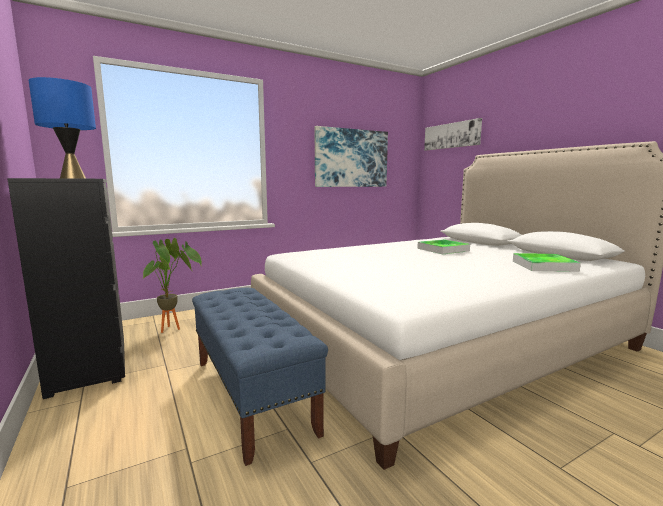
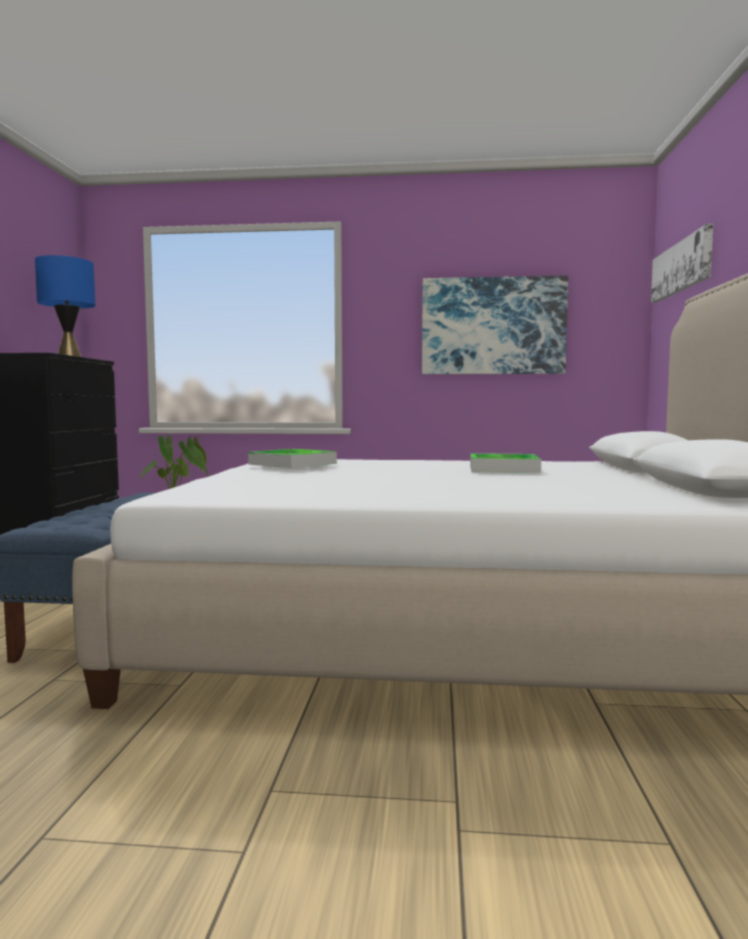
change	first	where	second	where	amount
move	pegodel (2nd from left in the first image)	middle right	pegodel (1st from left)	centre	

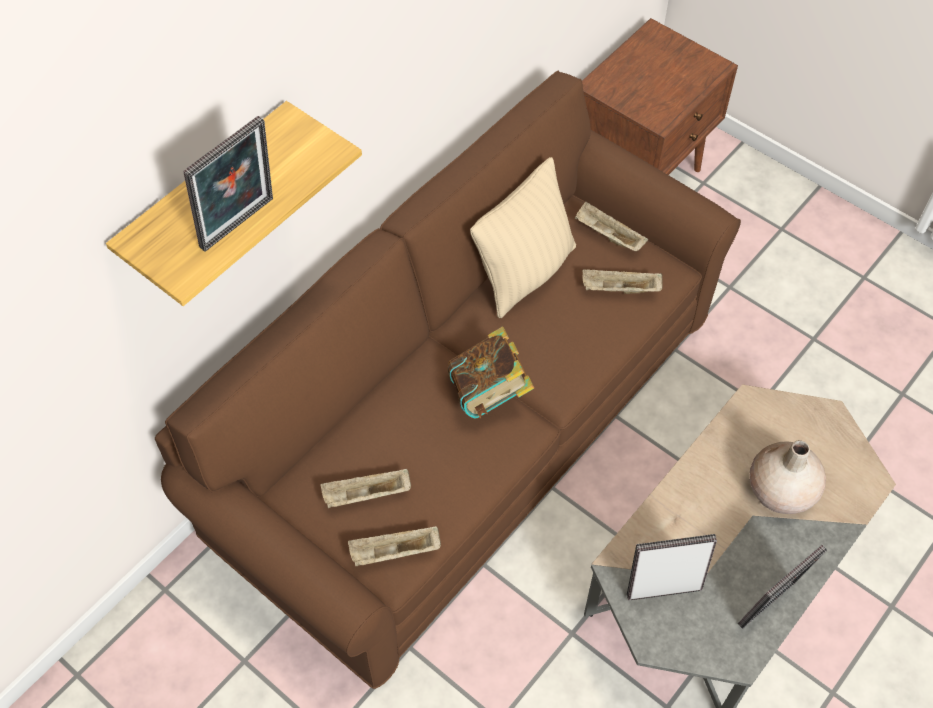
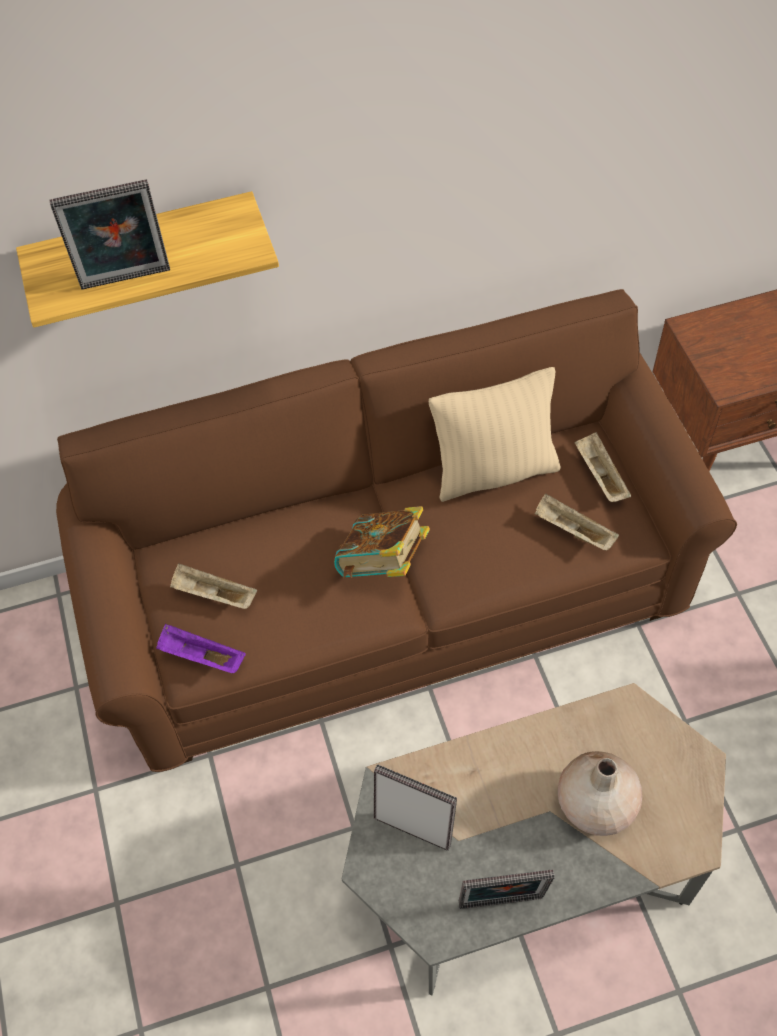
change	first	where	second	where	amount
recolor	beige_pegodel (2nd from left)	bottom centre	purple_pegodel	middle left	

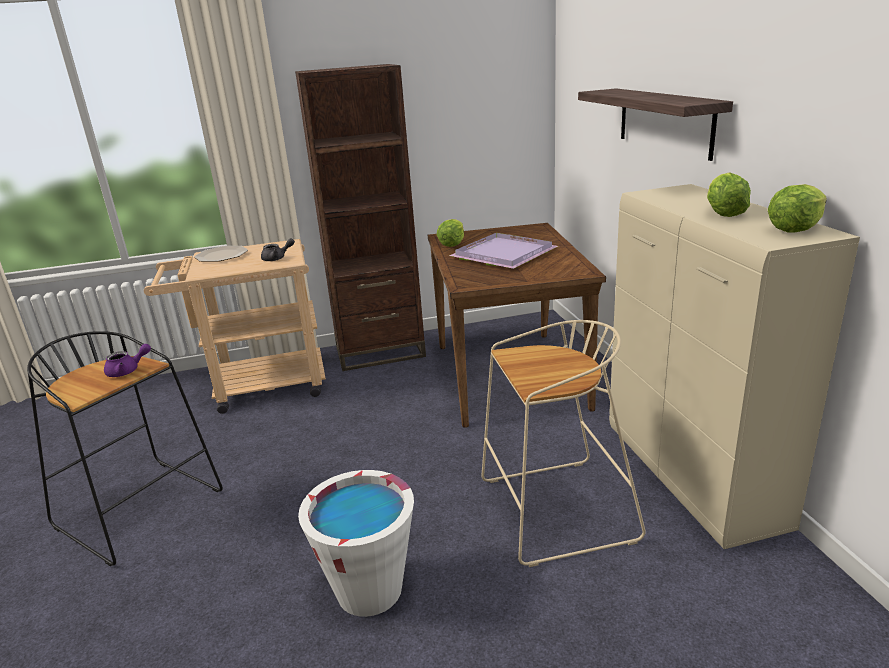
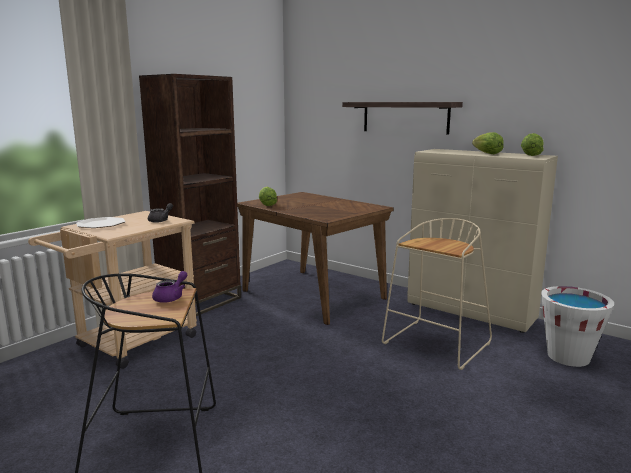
change	first	where	second	where	amount
move	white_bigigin	bottom centre		bottom right	
delete	purple_pegodel	centre			

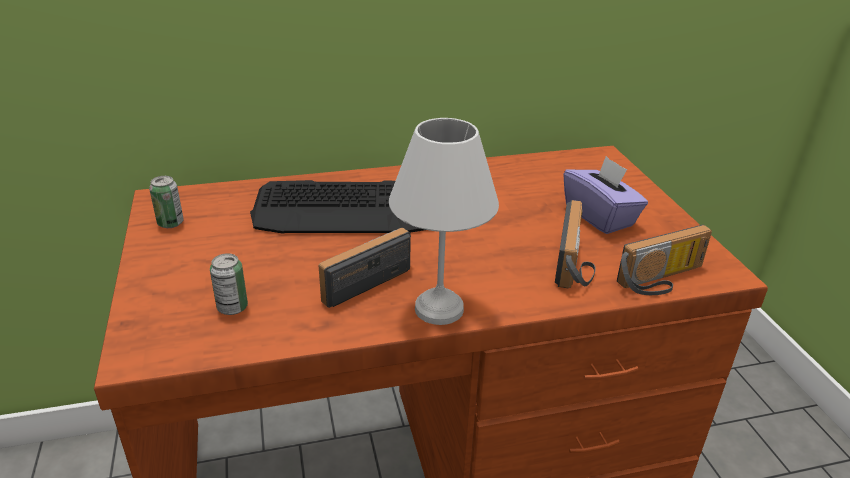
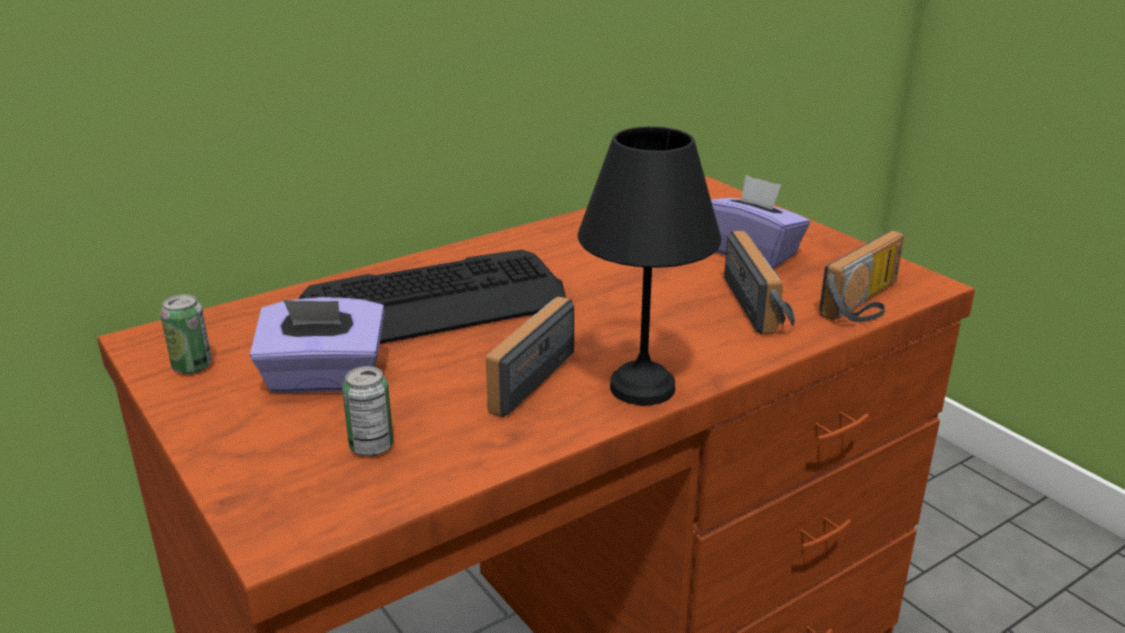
change	first	where	second	where	amount
recolor	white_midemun	centre	black_midemun	centre	
insert			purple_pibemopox (1st from left)	middle left	

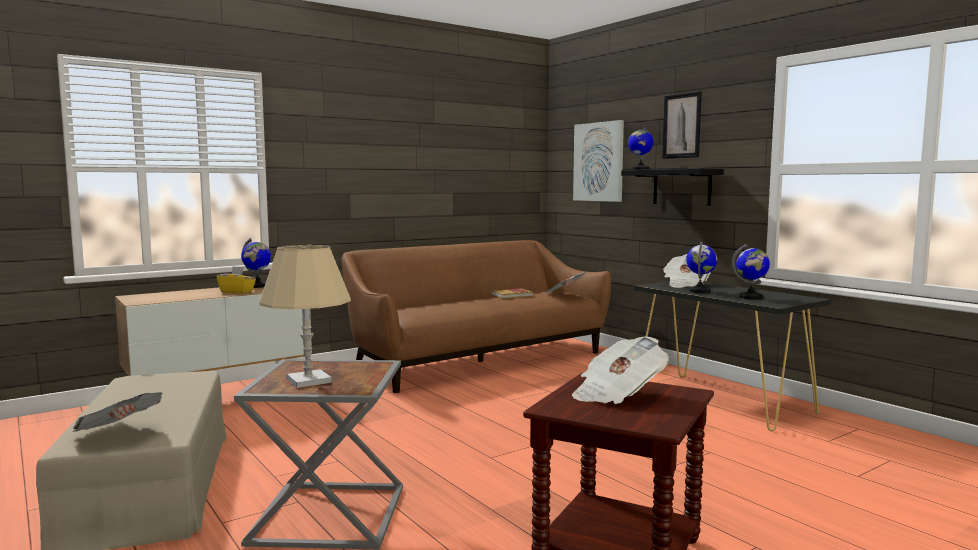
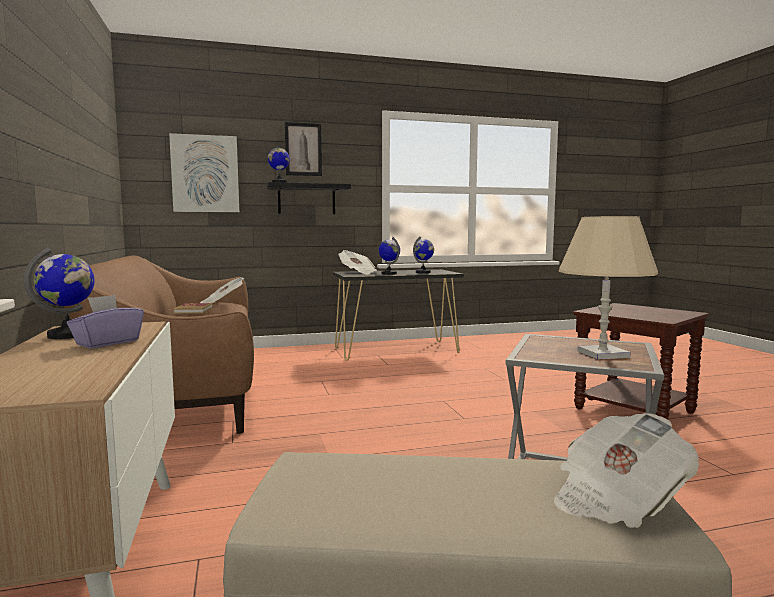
change	first	where	second	where	amount
recolor	yellow_pibemopox	middle left	purple_pibemopox	middle left	
delete	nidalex (3rd from left)	bottom centre			

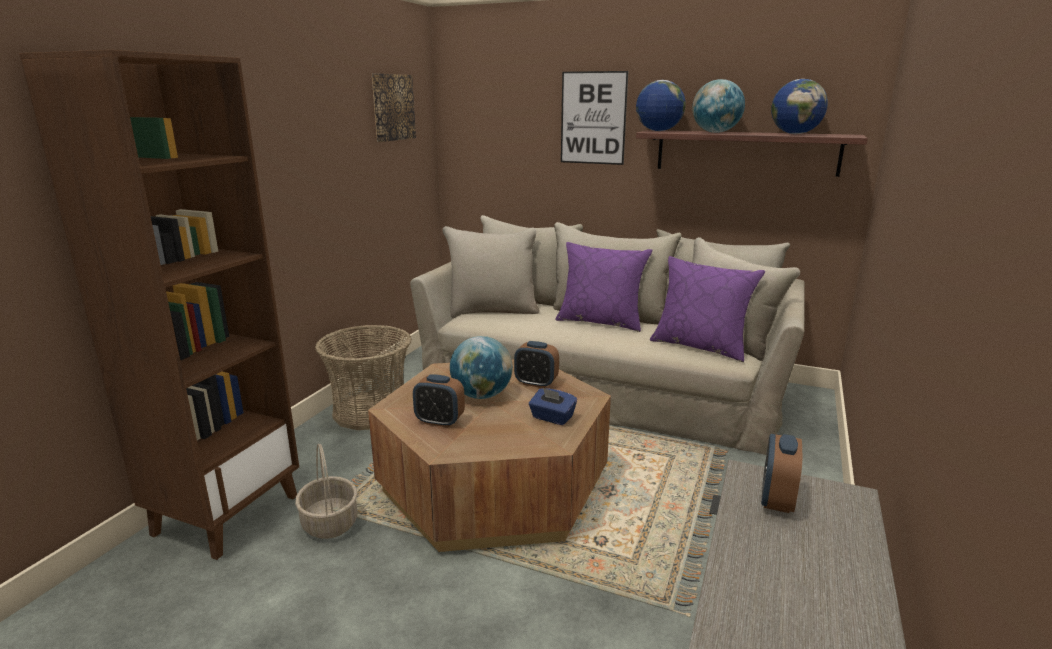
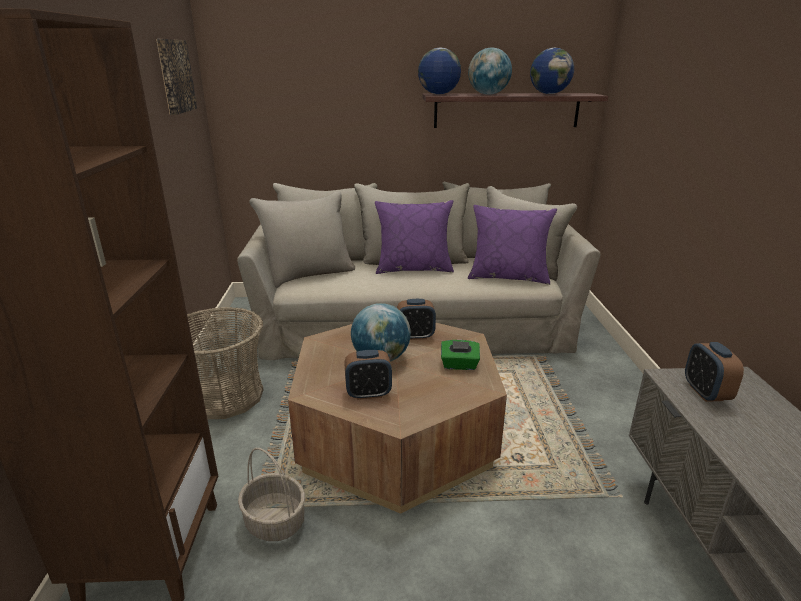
change	first	where	second	where	amount
recolor	blue_pibemopox	centre	green_pibemopox	centre	
delete	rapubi (2nd from left)	top centre			

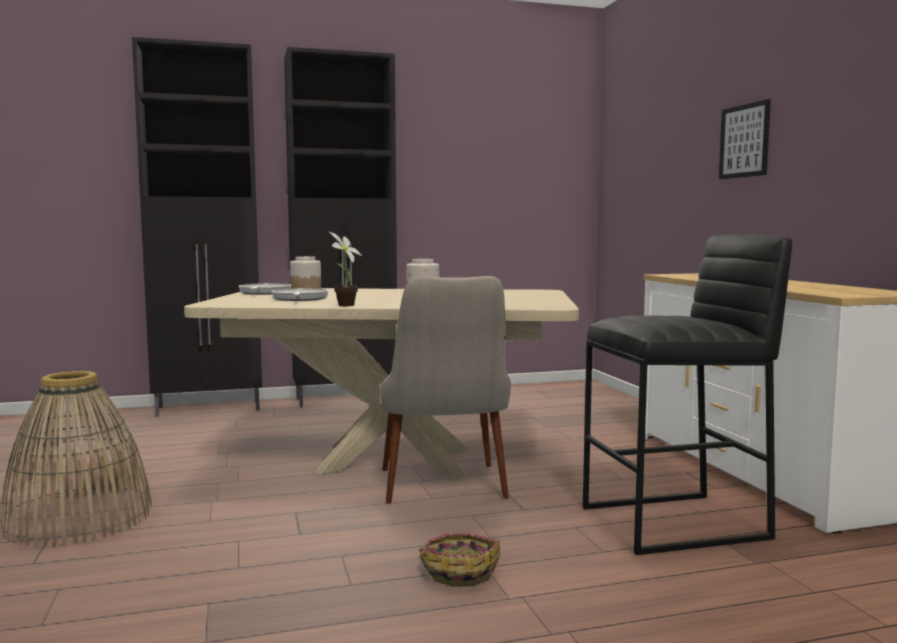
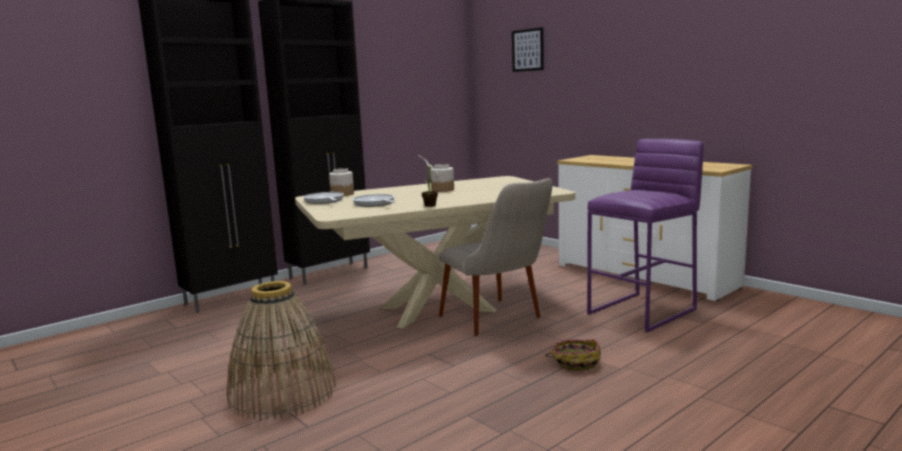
change	first	where	second	where	amount
recolor	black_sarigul	middle right	purple_sarigul	middle right	
move	rapubi	top right		top centre	

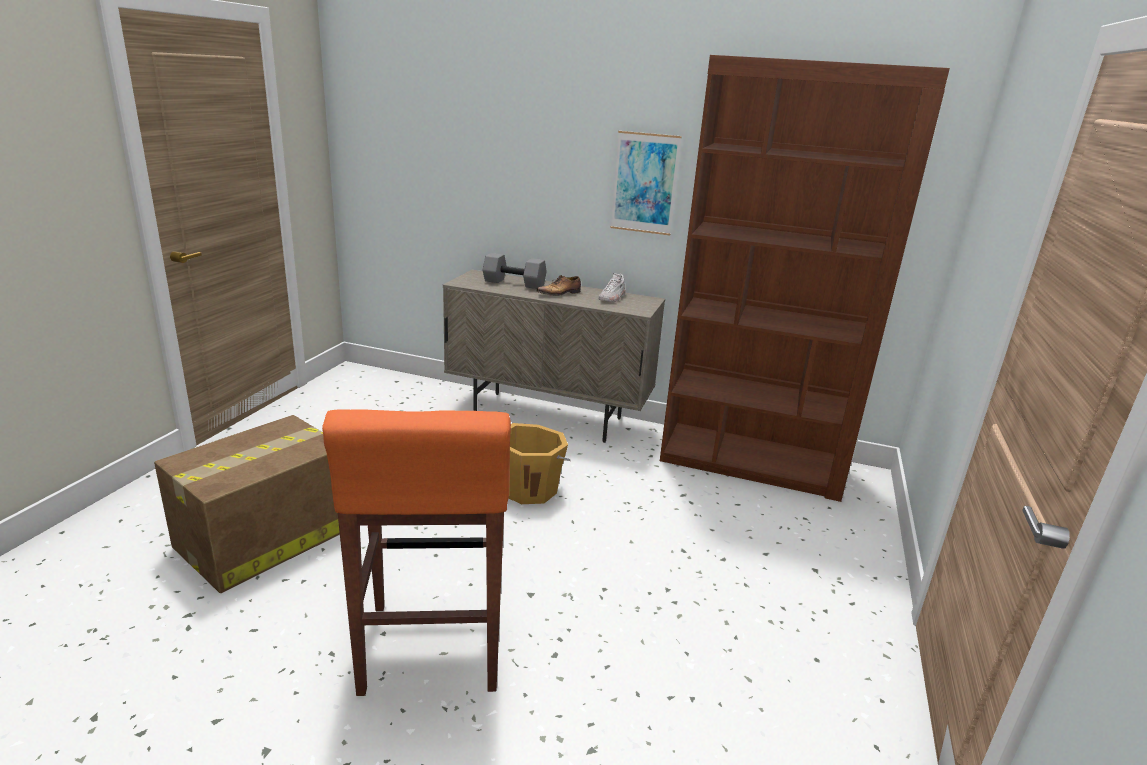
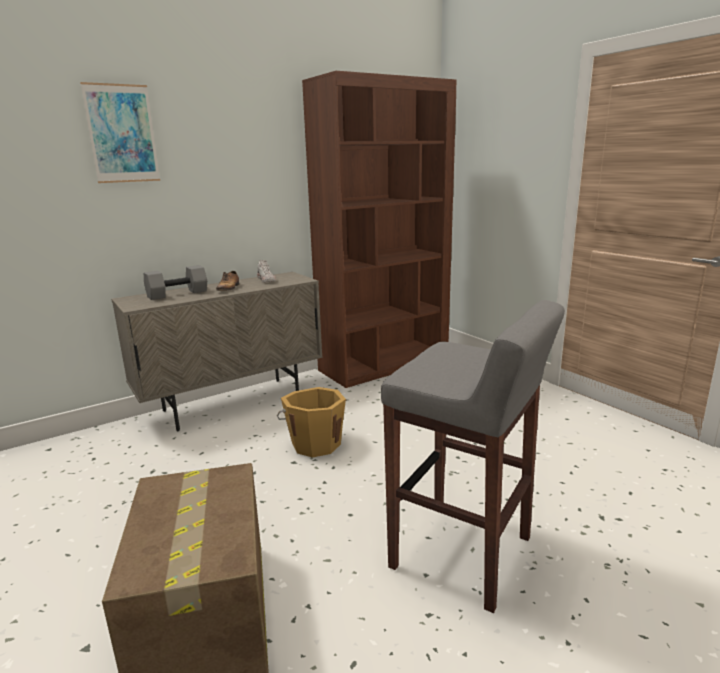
change	first	where	second	where	amount
recolor	orange_sarigul	bottom centre	grey_sarigul	bottom centre	
move	rapubi	top centre		top left	

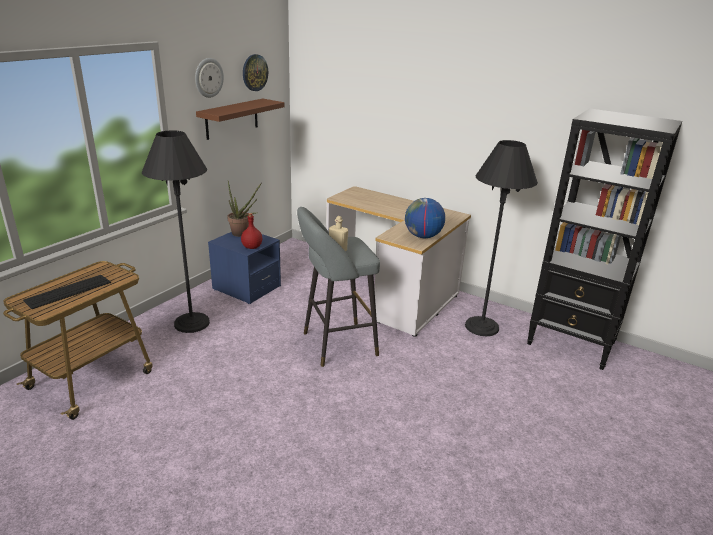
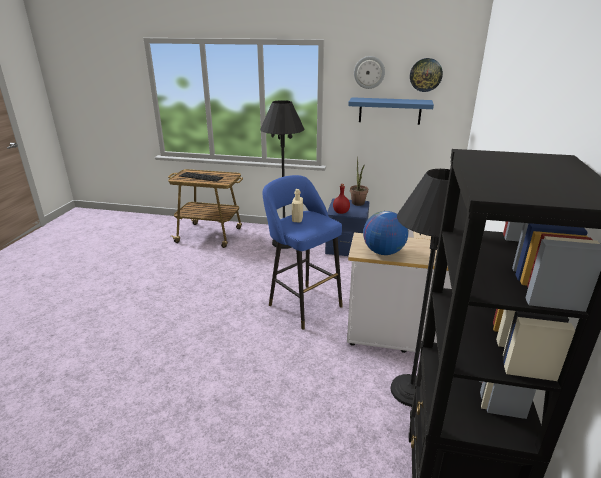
change	first	where	second	where	amount
recolor	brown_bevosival	top centre	blue_bevosival	top centre	
recolor	grey_sarigul	centre	blue_sarigul	centre	

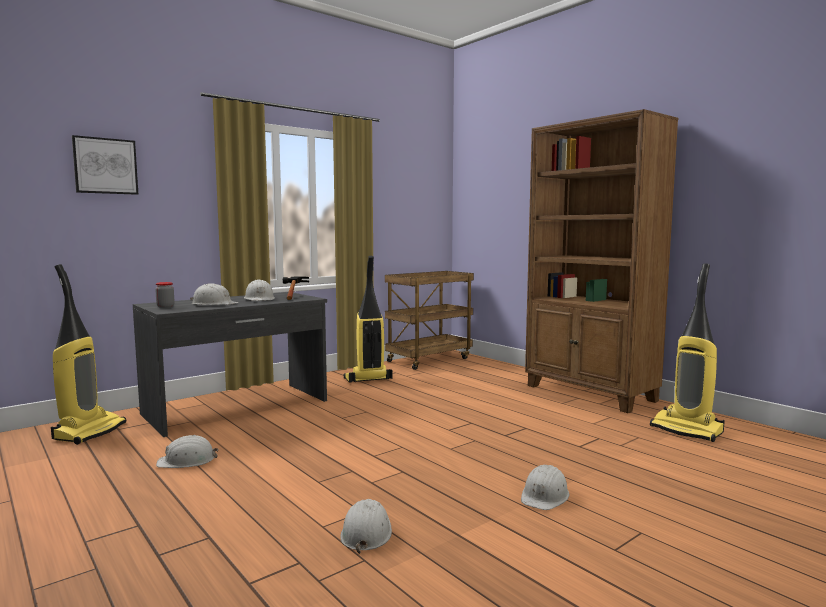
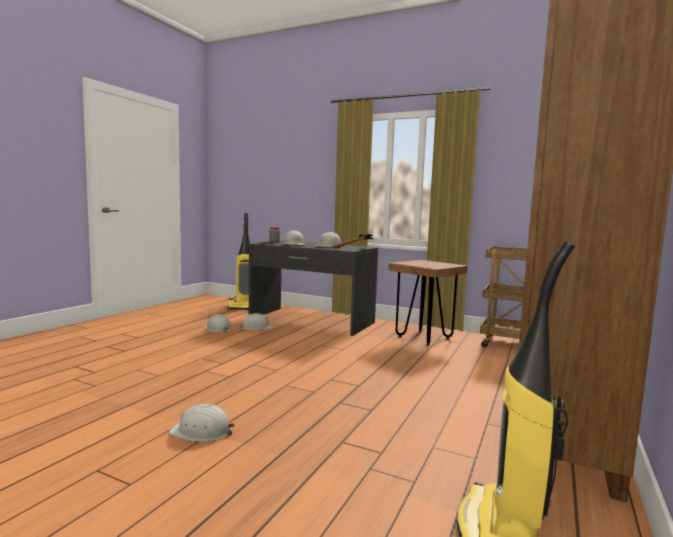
change	first	where	second	where	amount
delete	rapubi	top left			
move	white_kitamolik (4th from left in the first image)	bottom centre	white_kitamolik (3rd from left)	centre	
replace	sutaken (2nd from left)	centre	brown_sarigul	centre	

